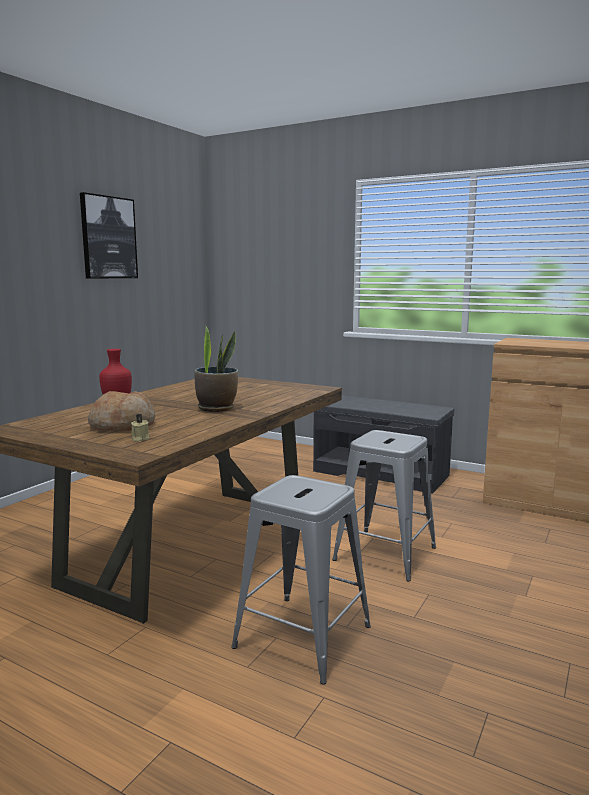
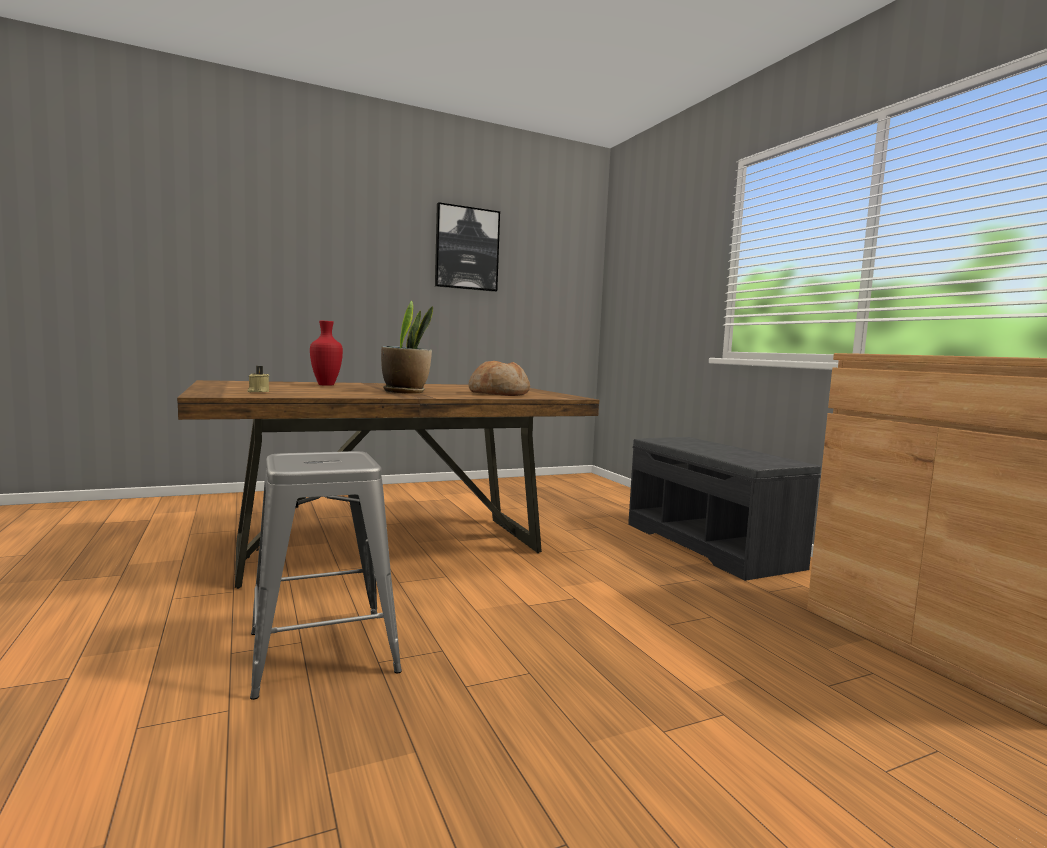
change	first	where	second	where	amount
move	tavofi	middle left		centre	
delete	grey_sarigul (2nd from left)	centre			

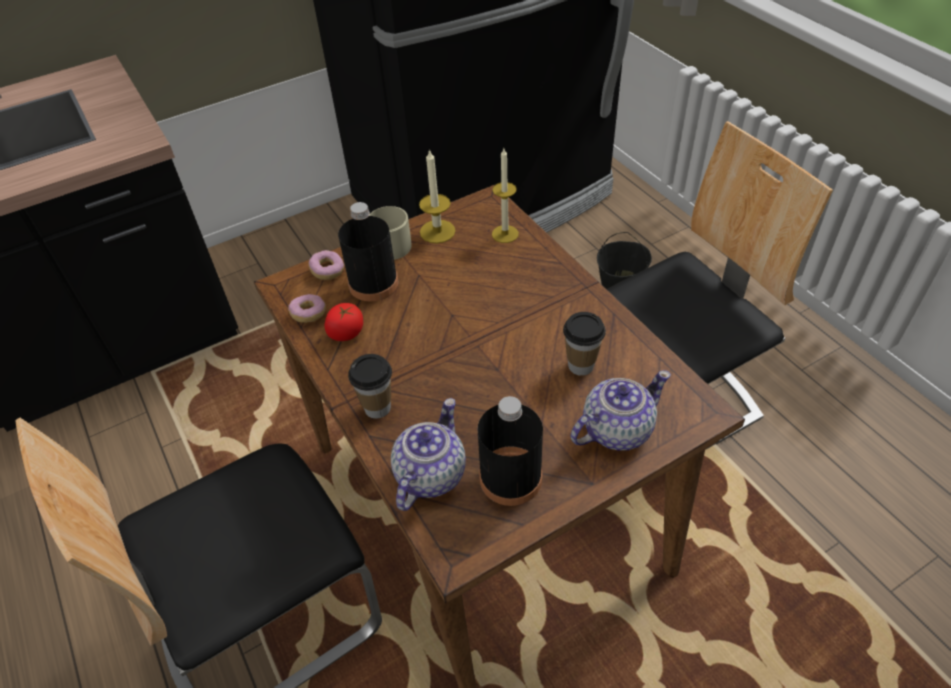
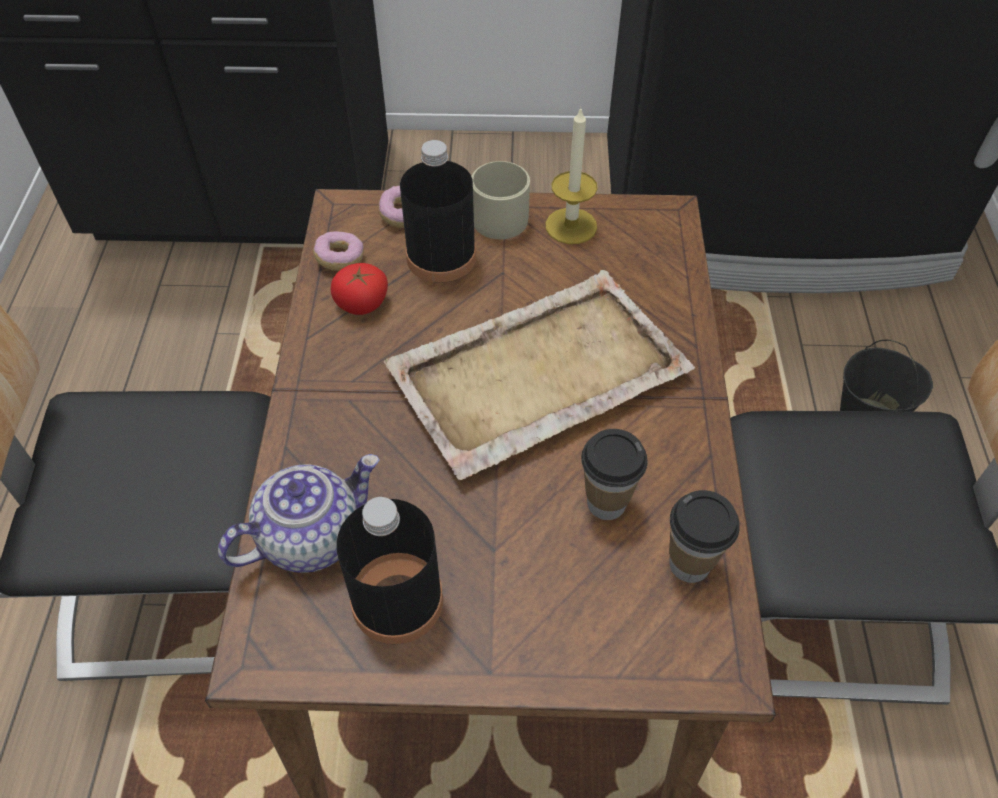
change	first	where	second	where	amount
move	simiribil (1st from left in the first image)	centre	simiribil (2nd from left)	bottom right	
delete	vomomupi (2nd from left)	top centre			
delete	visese (2nd from left)	centre			
insert			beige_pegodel	centre	

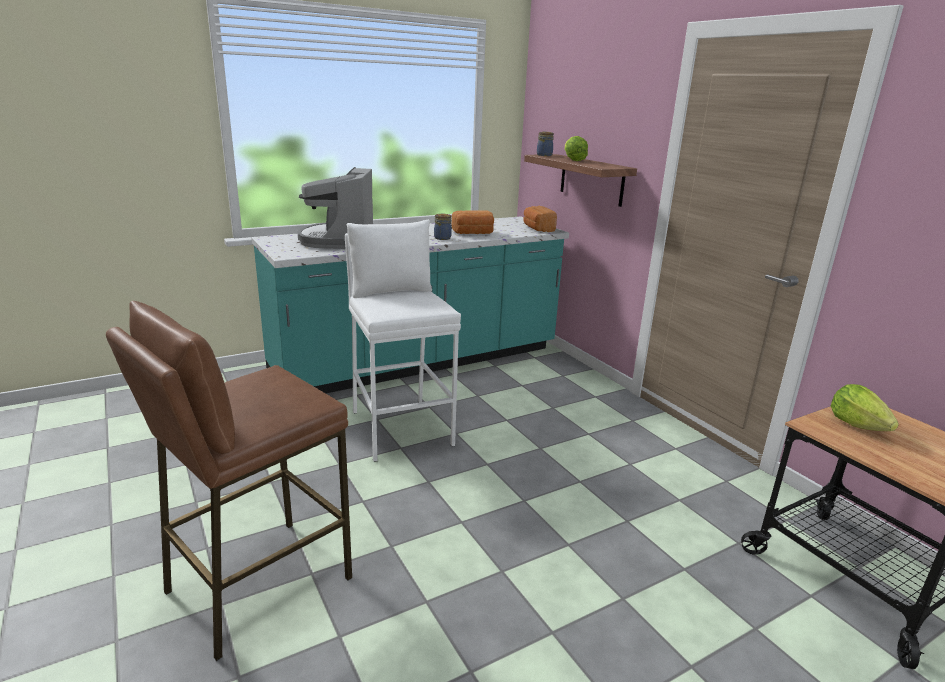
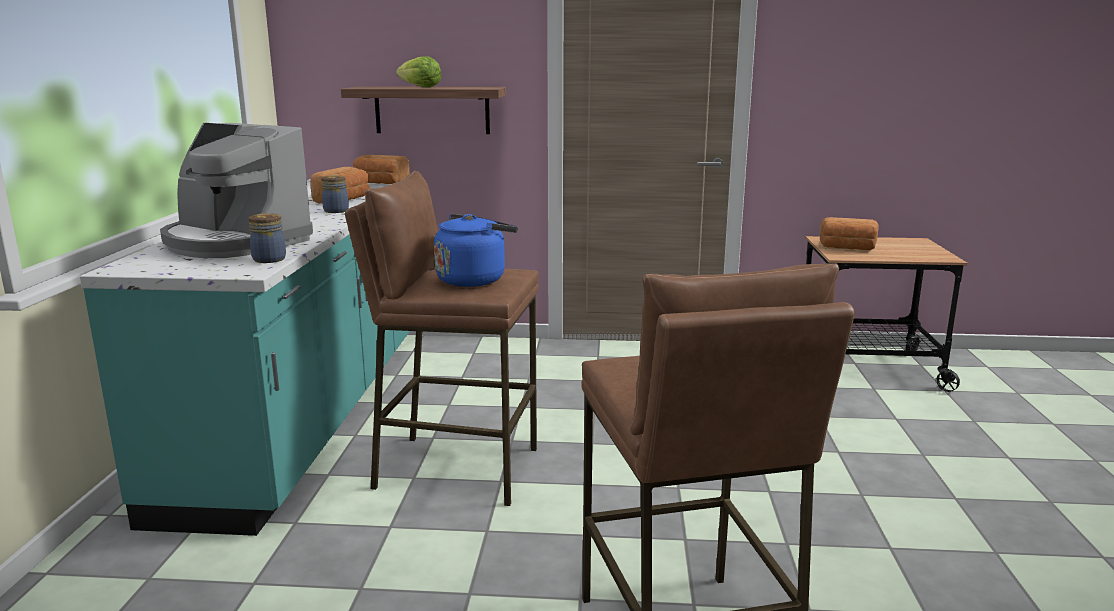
change	first	where	second	where	amount
recolor	white_sarigul	centre	brown_sarigul (1st from left)	centre	
move	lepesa (2nd from left in the first image)	top centre	lepesa (1st from left)	middle left	
replace	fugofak (2nd from left)	middle right	tavofi (3rd from left)	middle right	
insert			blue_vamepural	centre	

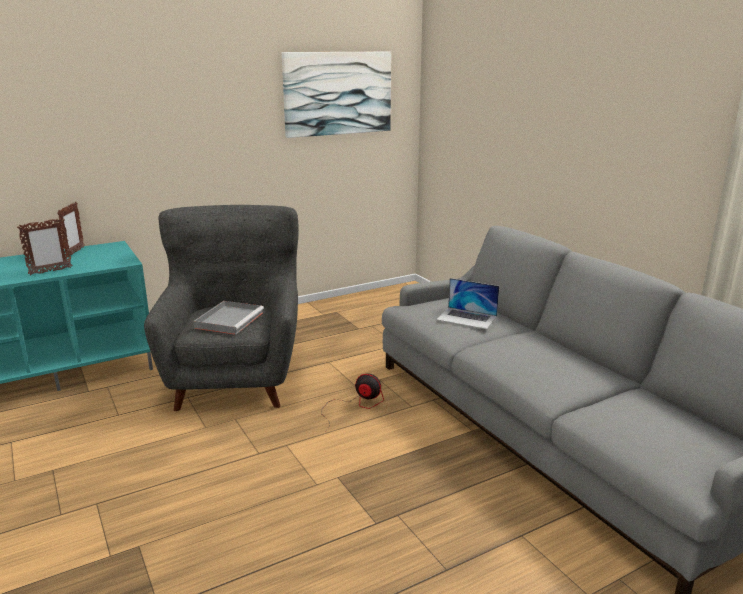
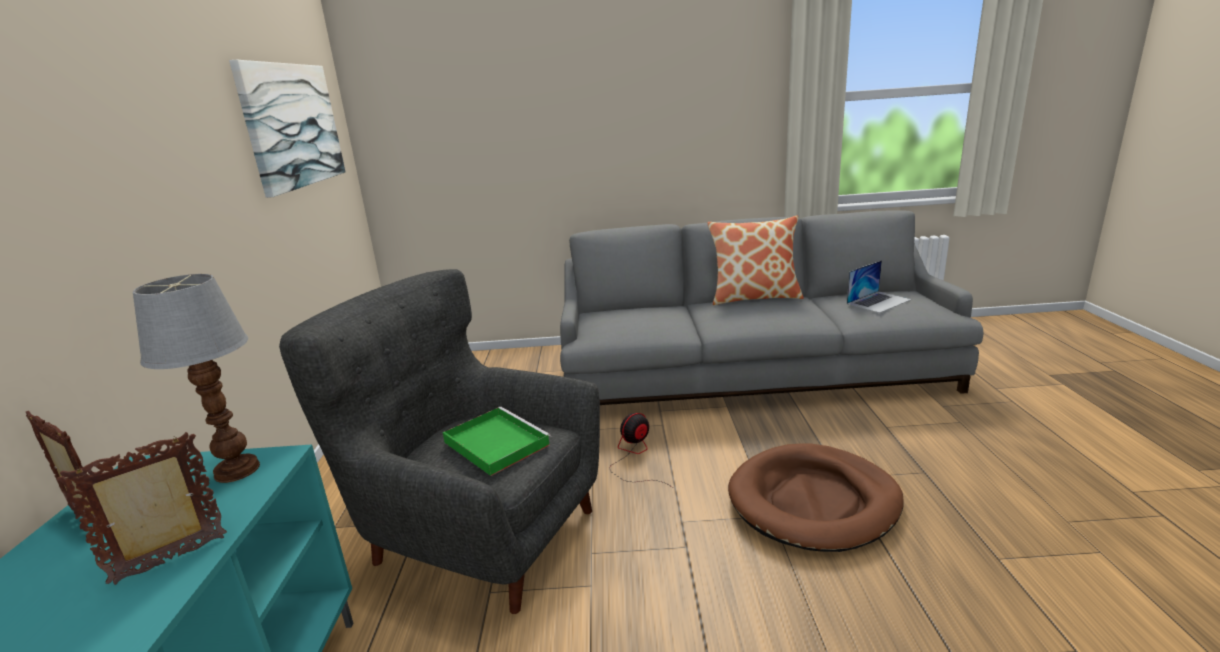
change	first	where	second	where	amount
rotate	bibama (1st from left in the first image)	middle left	bibama (2nd from left)	bottom left	120 degrees counterclockwise
recolor	grey_pegodel	middle left	green_pegodel	bottom centre	
move	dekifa	centre		middle right	
insert			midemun	middle left	
insert			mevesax	centre	
insert			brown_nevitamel	bottom right	

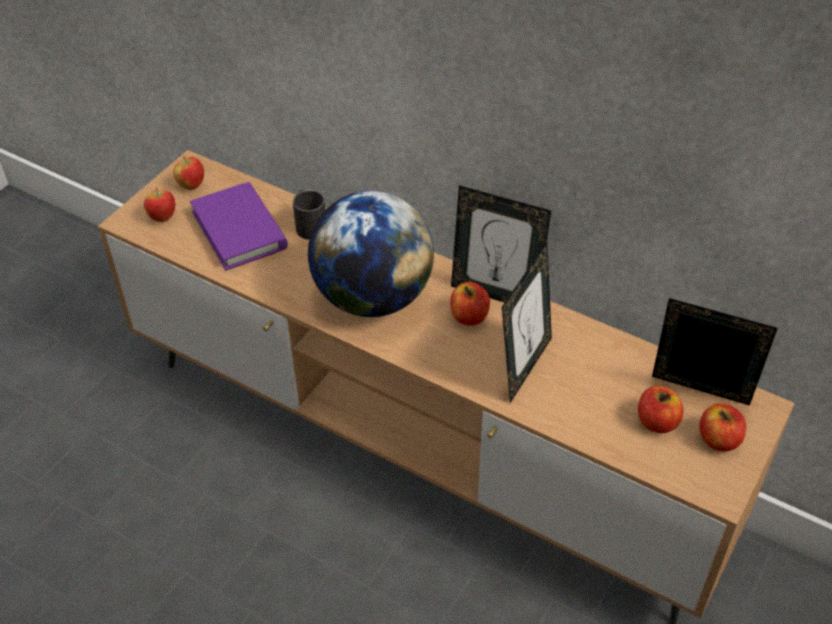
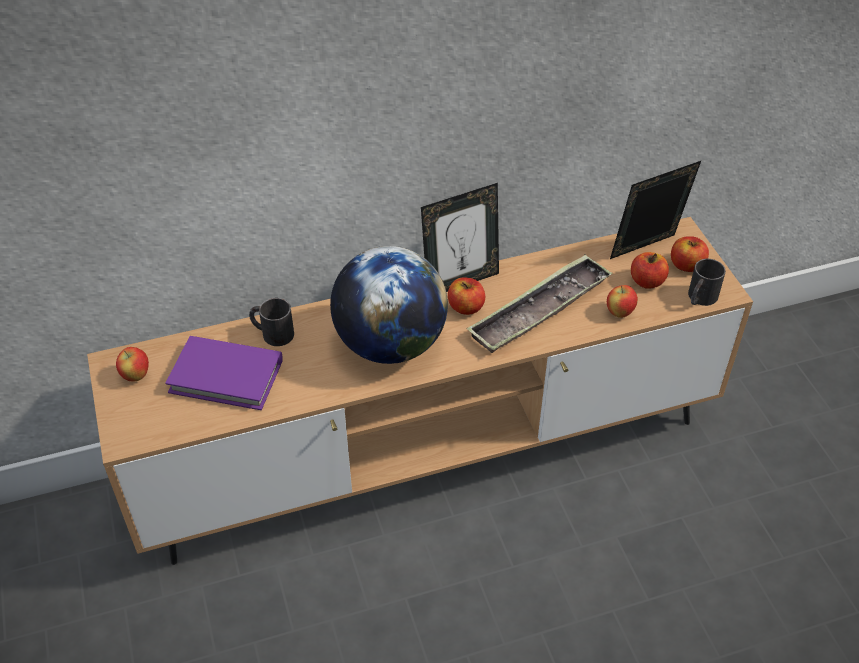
change	first	where	second	where	amount
move	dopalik (1st from left in the first image)	top left	dopalik (3rd from left)	middle right	
replace	bibama (2nd from left)	centre	pegodel	centre	
insert			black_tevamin (2nd from left)	middle right	

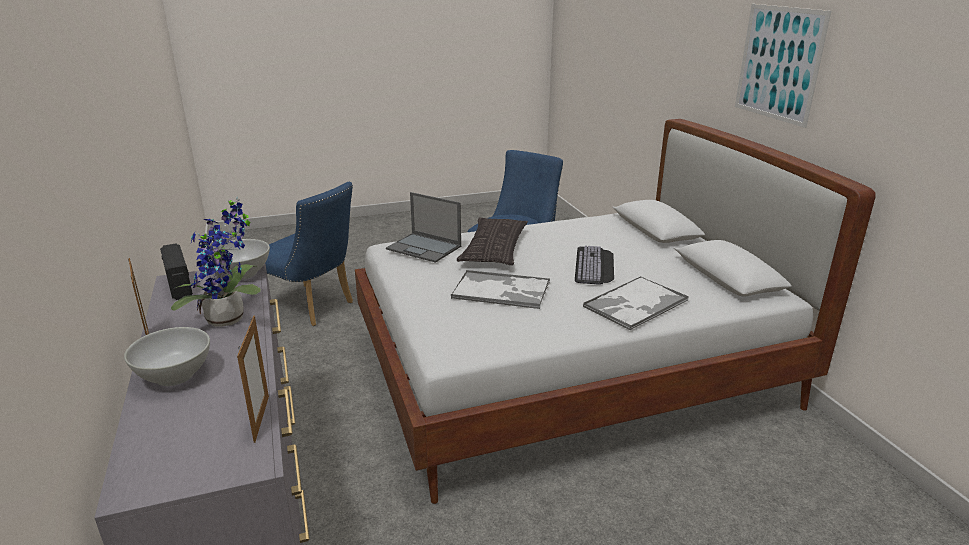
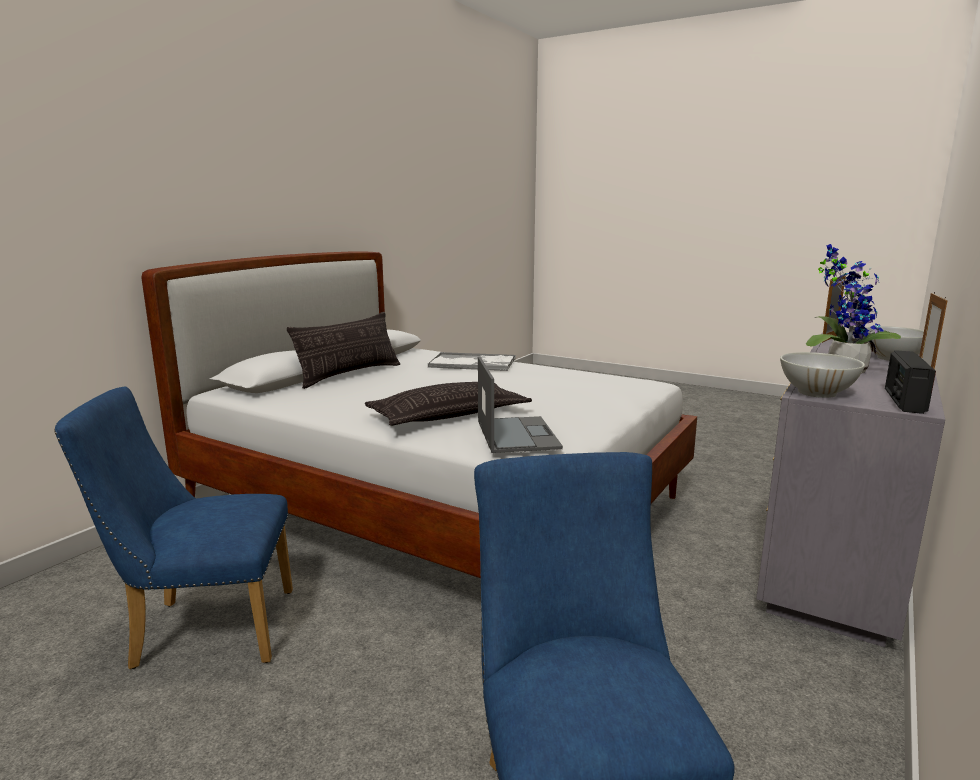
change	first	where	second	where	amount
delete	pegodel (1st from left)	centre			
delete	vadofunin	centre			
delete	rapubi	top right			
insert			mevesax (1st from left)	centre	

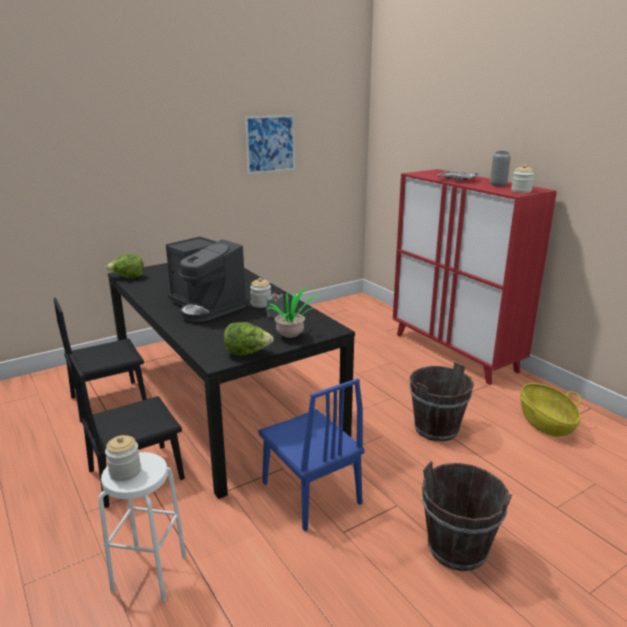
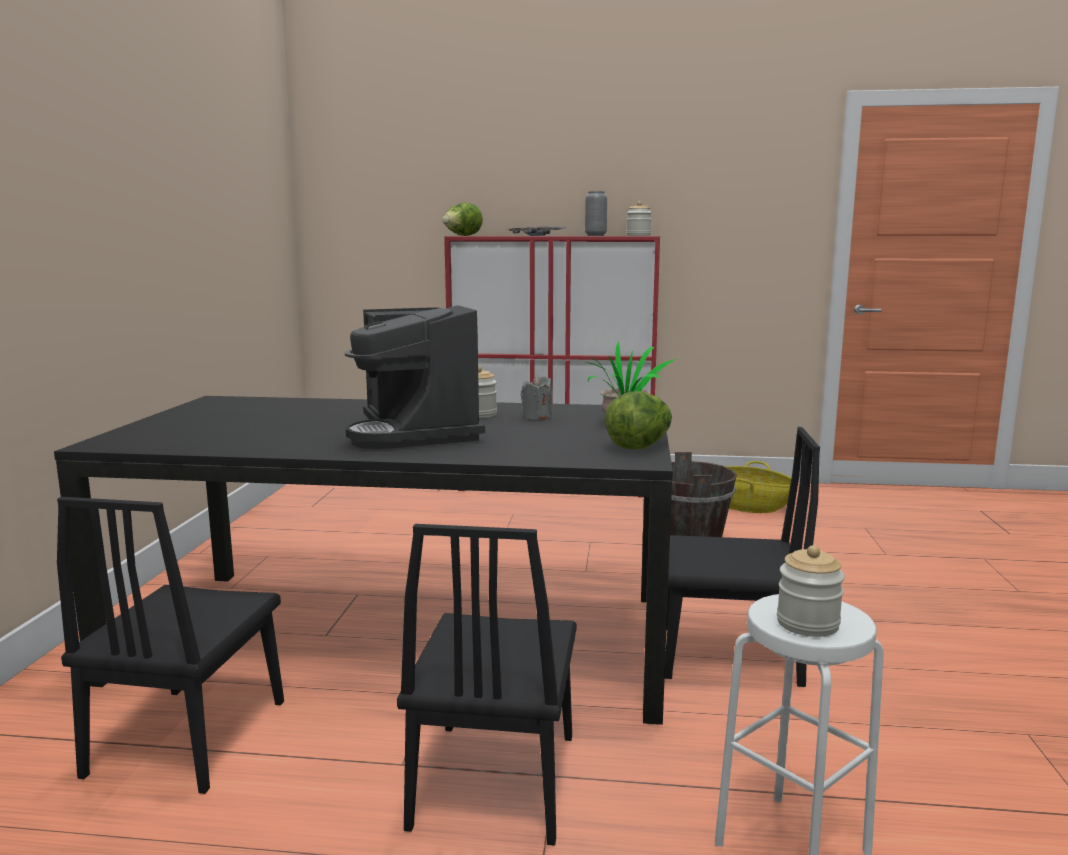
change	first	where	second	where	amount
move	fugofak (1st from left)	middle left		top centre	
rotate	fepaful	middle left		centre	75 degrees clockwise
delete	rapubi	top centre			
recolor	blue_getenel	bottom centre	black_getenel (3rd from left)	middle right	
delete	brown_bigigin (2nd from left)	bottom right			

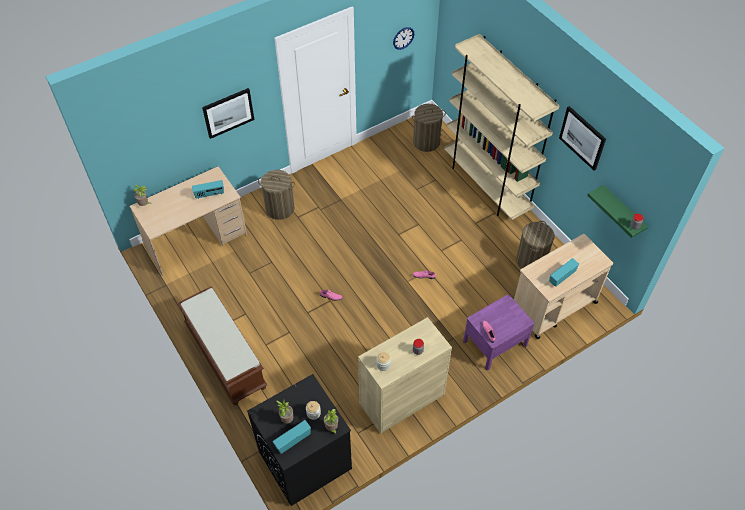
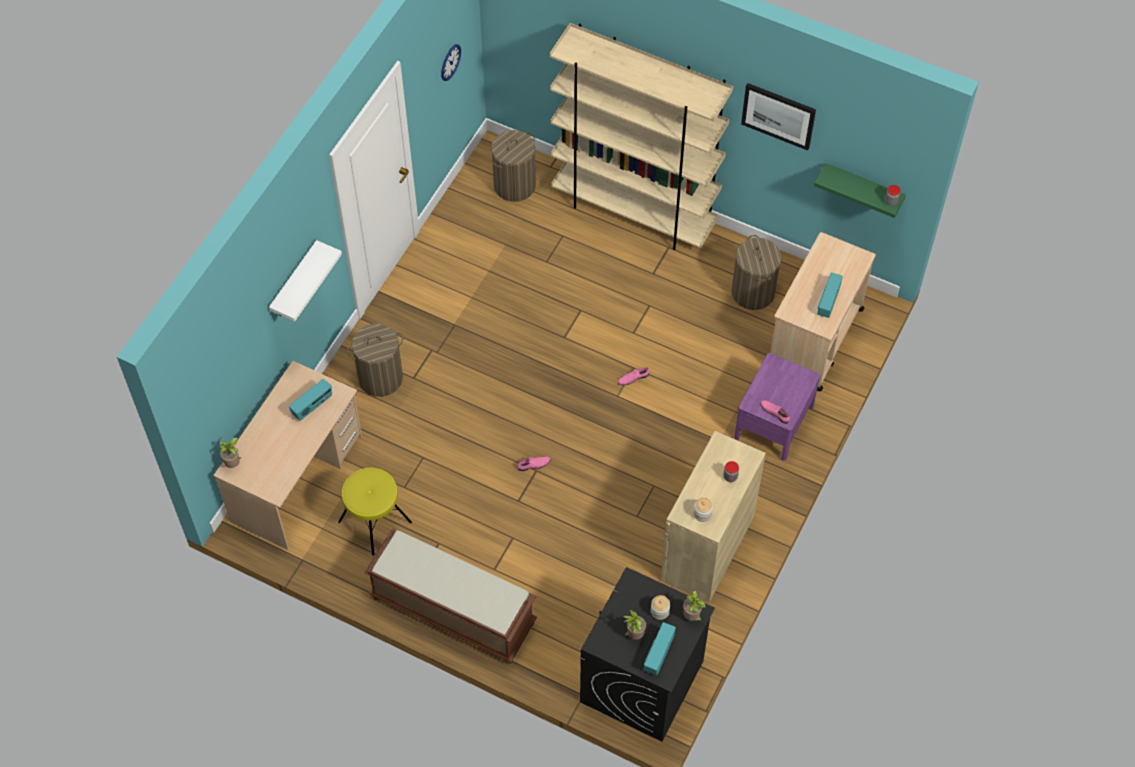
change	first	where	second	where	amount
replace	rapubi (1st from left)	top left	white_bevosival	middle left	
insert			yellow_sarigul	bottom left	

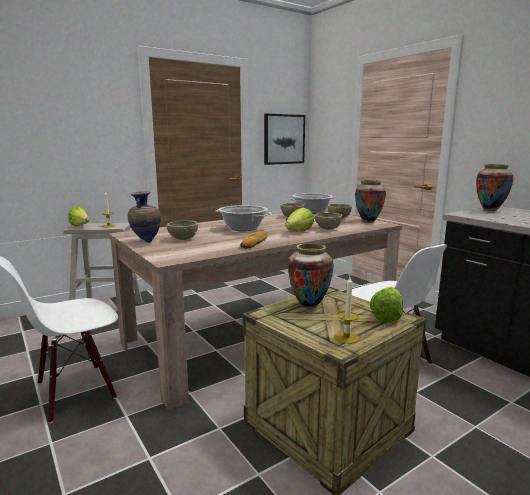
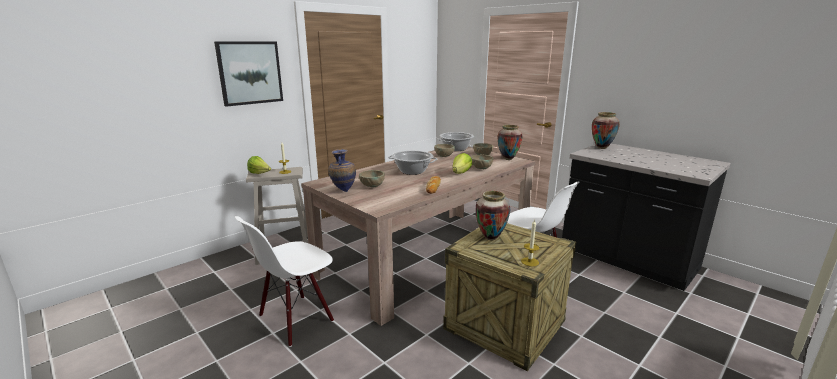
change	first	where	second	where	amount
move	rapubi	top centre		top left	
delete	fugofak (3rd from left)	middle right			

